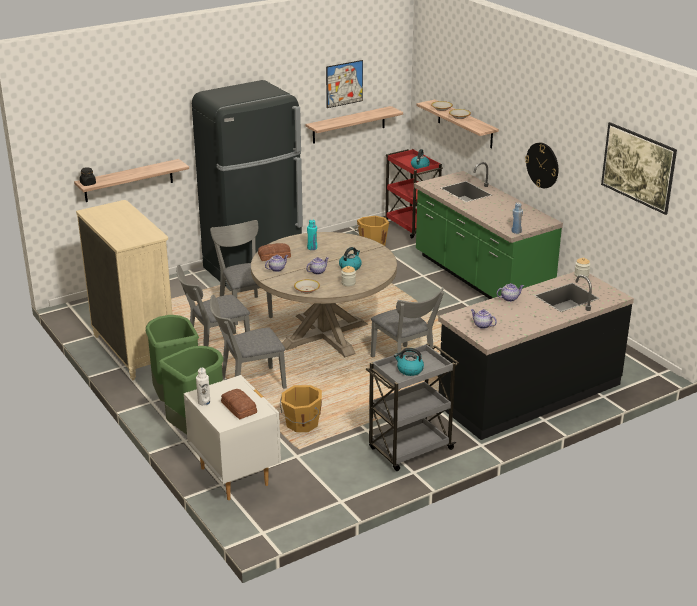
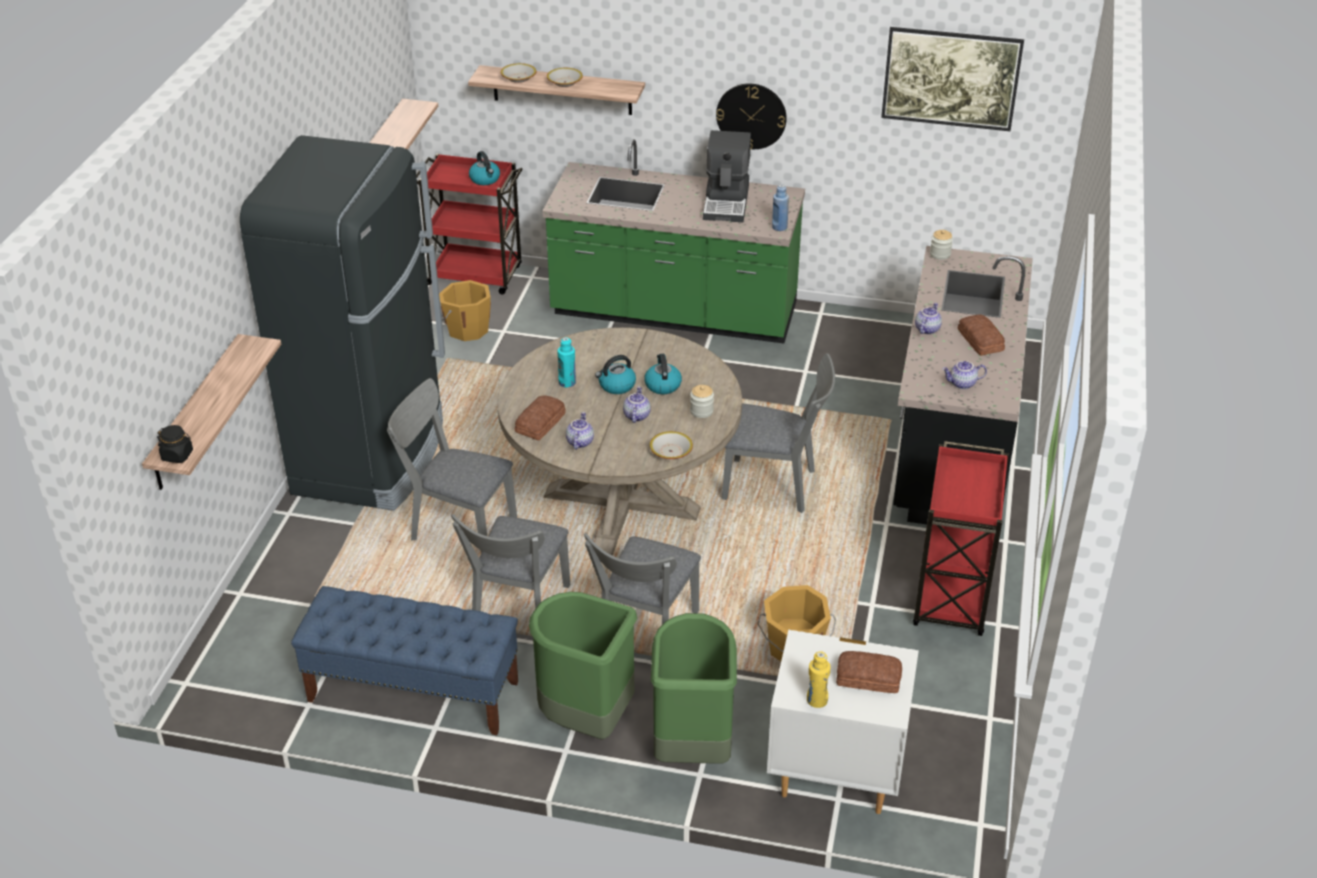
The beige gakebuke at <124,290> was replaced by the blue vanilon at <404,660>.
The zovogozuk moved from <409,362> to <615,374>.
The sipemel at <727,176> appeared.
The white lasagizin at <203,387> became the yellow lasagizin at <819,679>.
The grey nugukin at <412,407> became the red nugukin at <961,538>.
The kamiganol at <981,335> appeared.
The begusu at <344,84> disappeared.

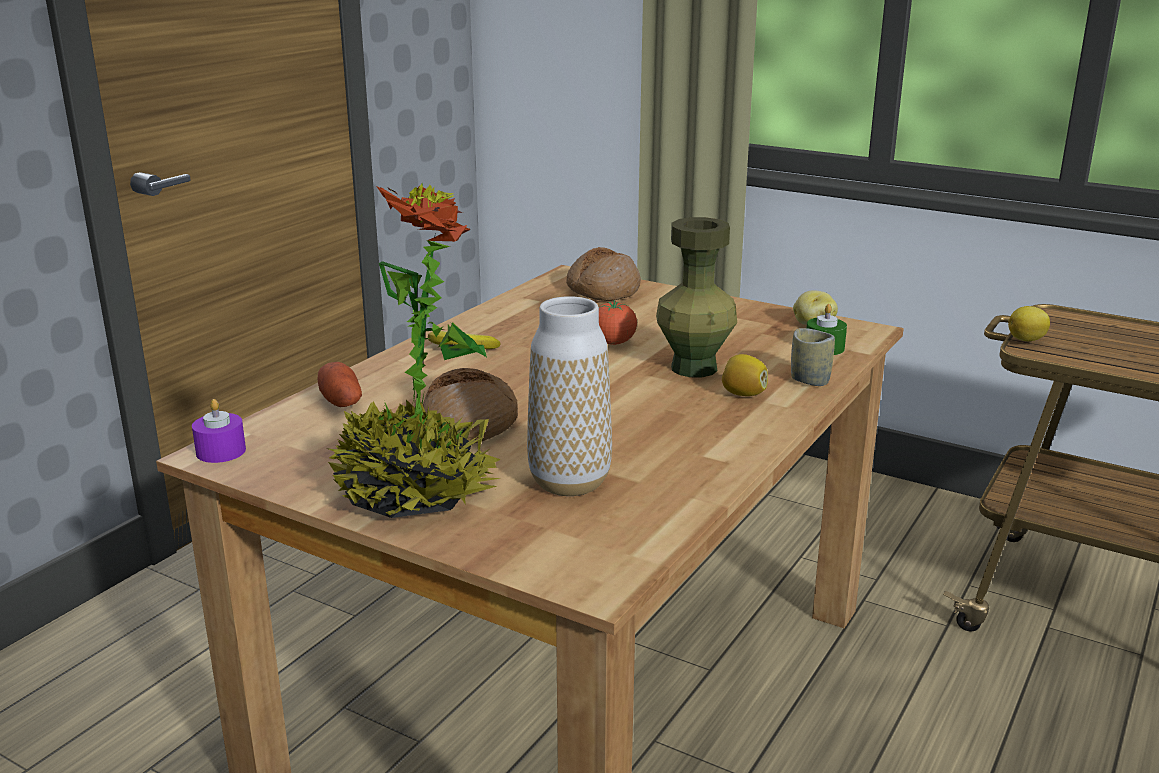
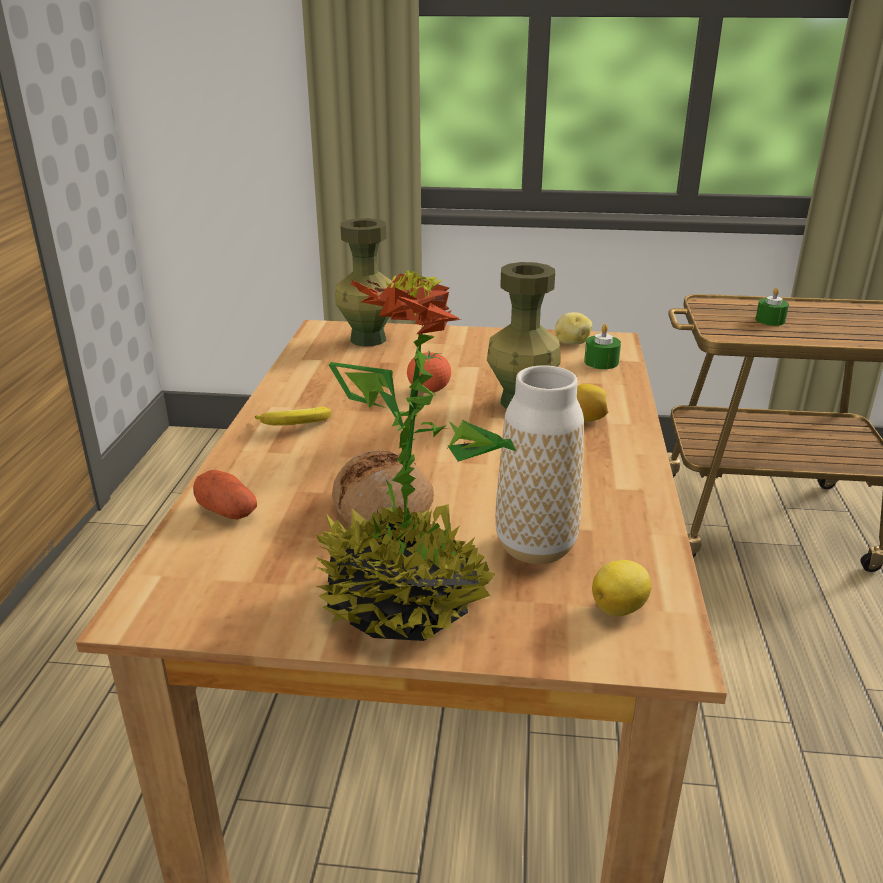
The kamiganol at <603,274> was replaced by the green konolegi at <363,282>.
The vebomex moved from <1029,323> to <622,588>.
The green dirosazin at <772,307> appeared.
The purple dirosazin at <219,431> disappeared.
The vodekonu at <813,357> disappeared.

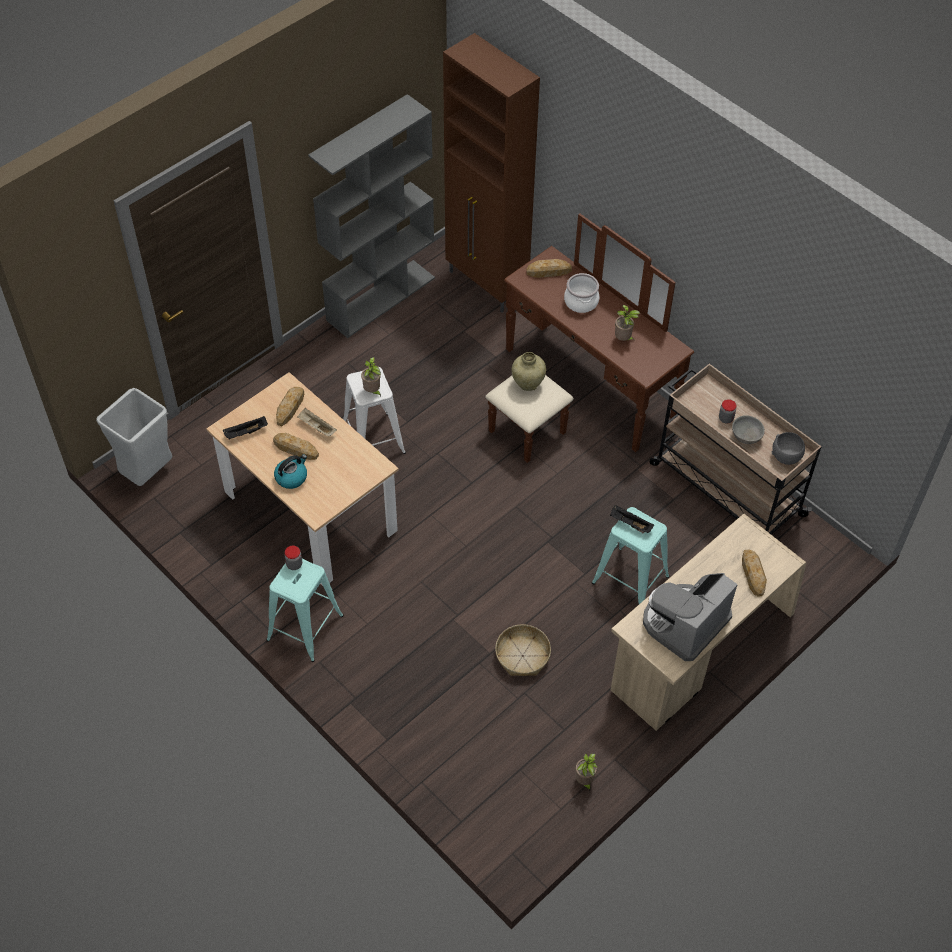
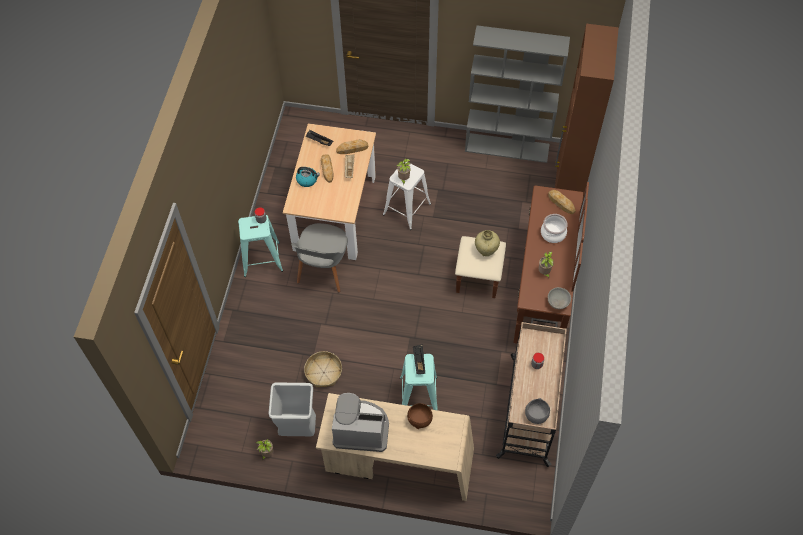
The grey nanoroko moved from <134,437> to <292,409>.
The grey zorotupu at <319,257> appeared.
The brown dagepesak at <420,416> appeared.
The grey dagepesak moved from <748,429> to <559,298>.
The kamiganol at <754,573> disappeared.

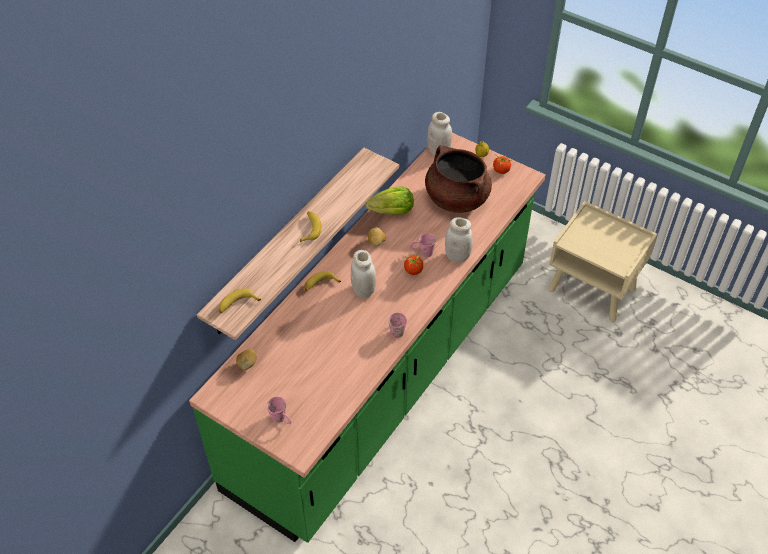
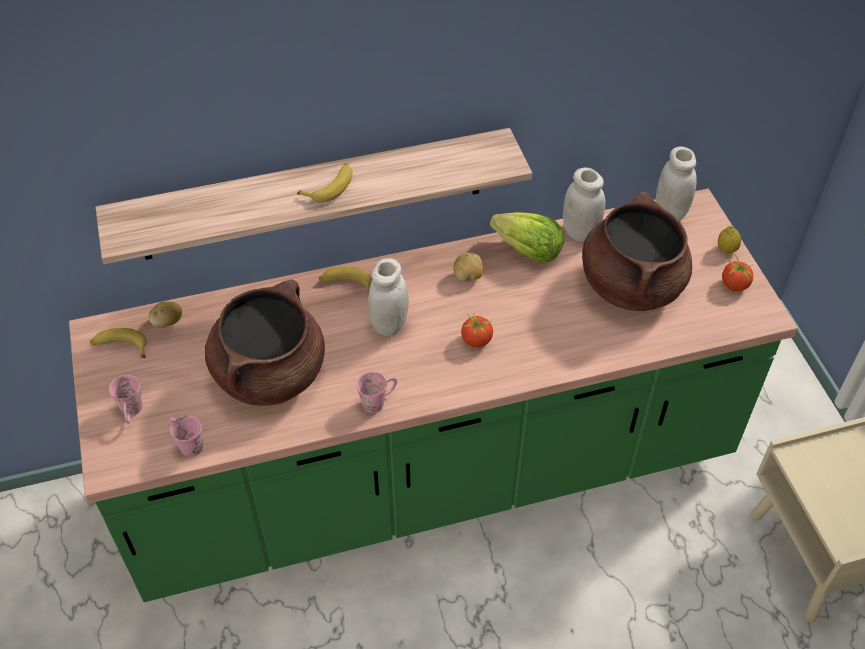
The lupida moved from <240,301> to <118,343>.
The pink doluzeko moved from <423,245> to <186,436>.
The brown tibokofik at <265,342> appeared.
The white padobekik moved from <459,240> to <584,204>.

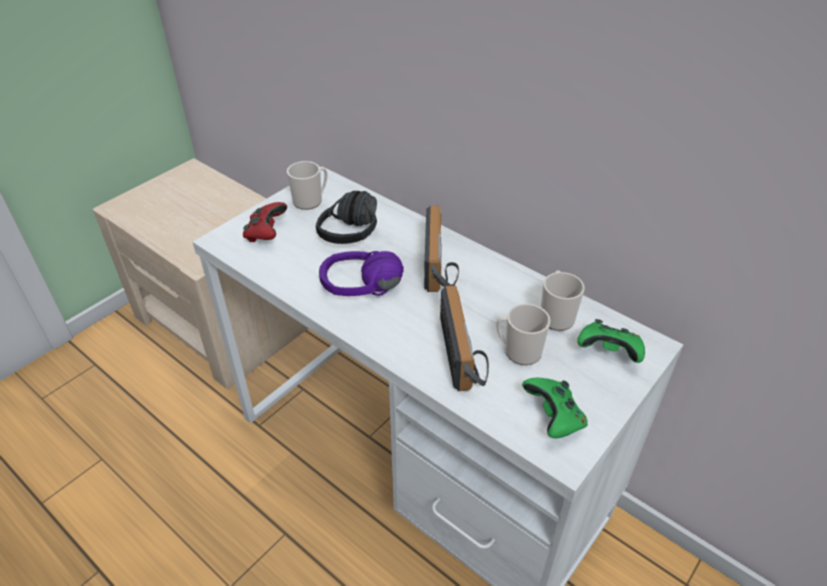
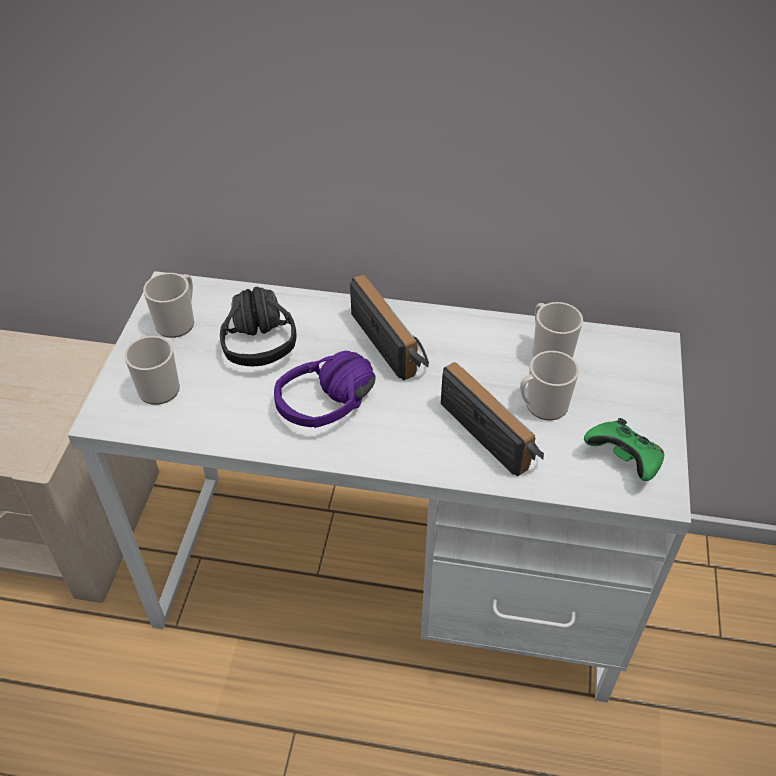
The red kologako at <265,222> was replaced by the doluzeko at <152,370>.
The green kologako at <611,341> disappeared.

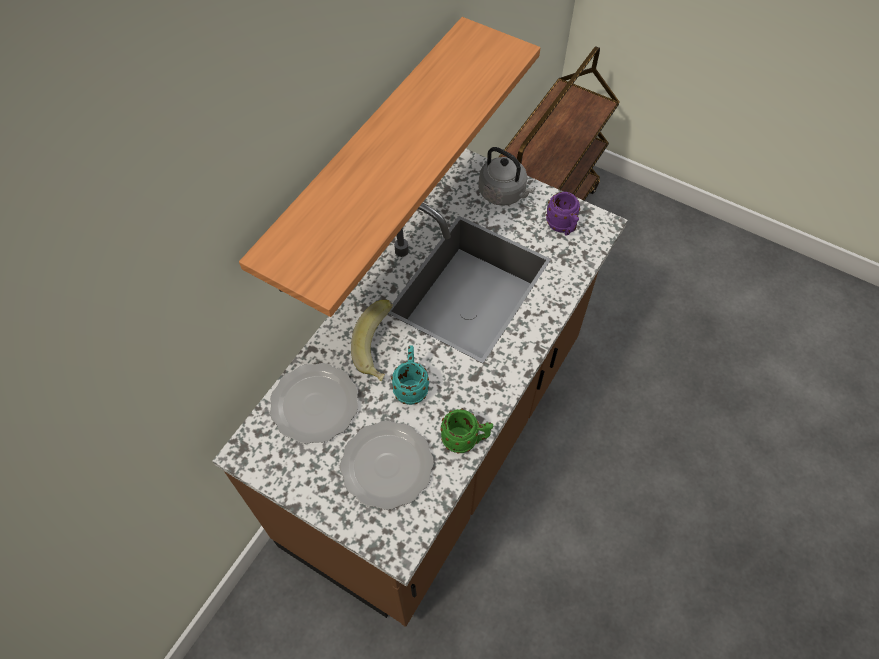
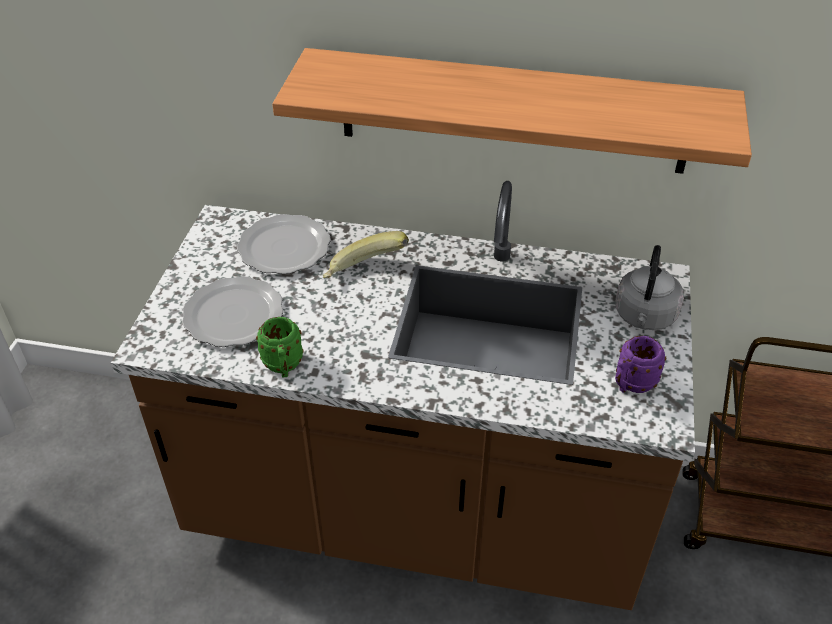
The turquoise doluzeko at <410,375> disappeared.

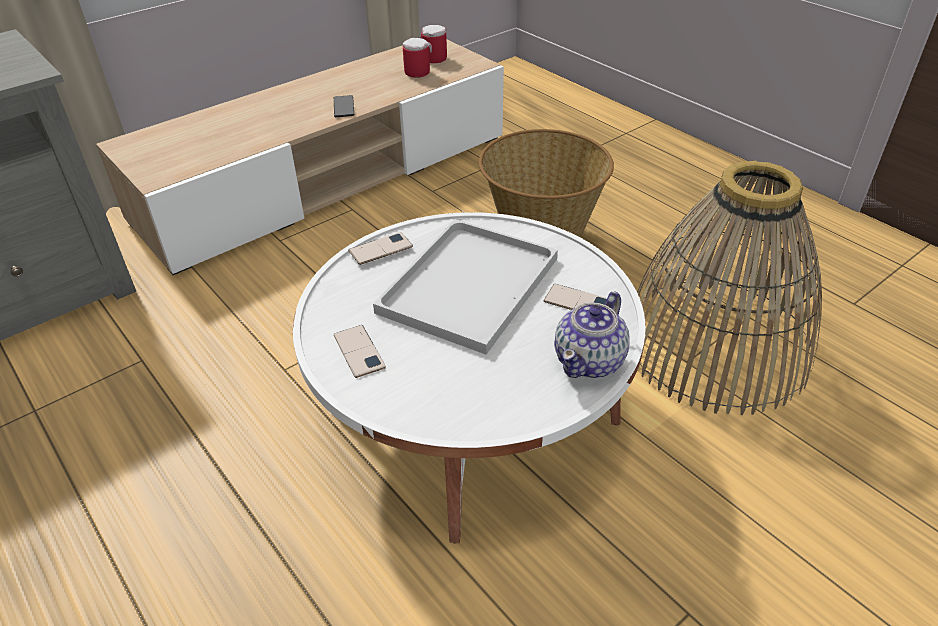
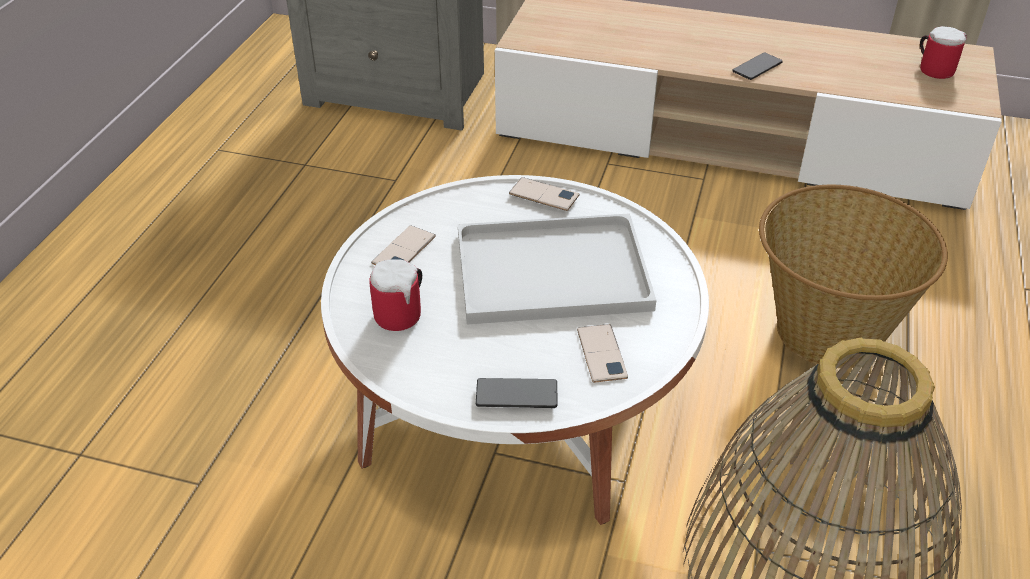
The doluzeko moved from <417,58> to <395,295>.
The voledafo at <592,334> was replaced by the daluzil at <517,393>.

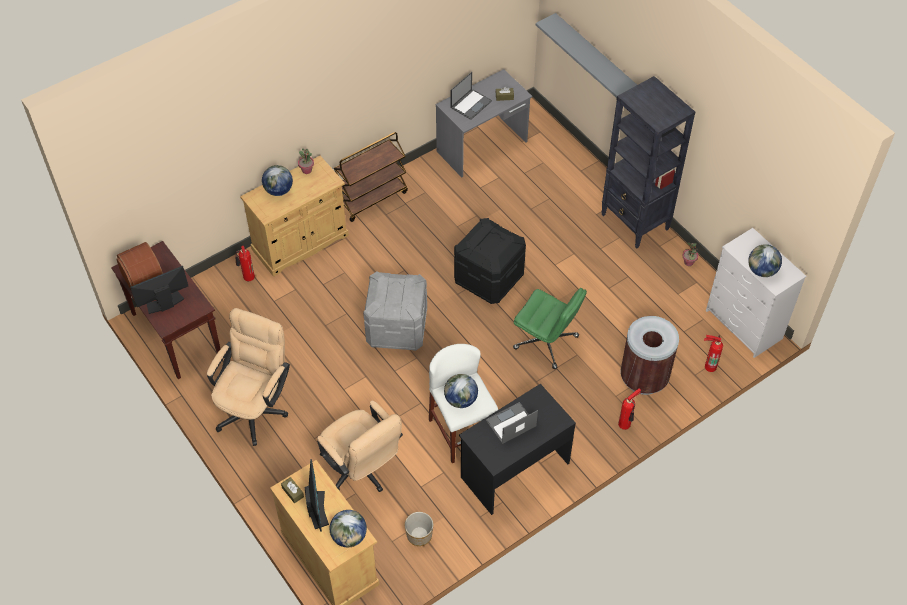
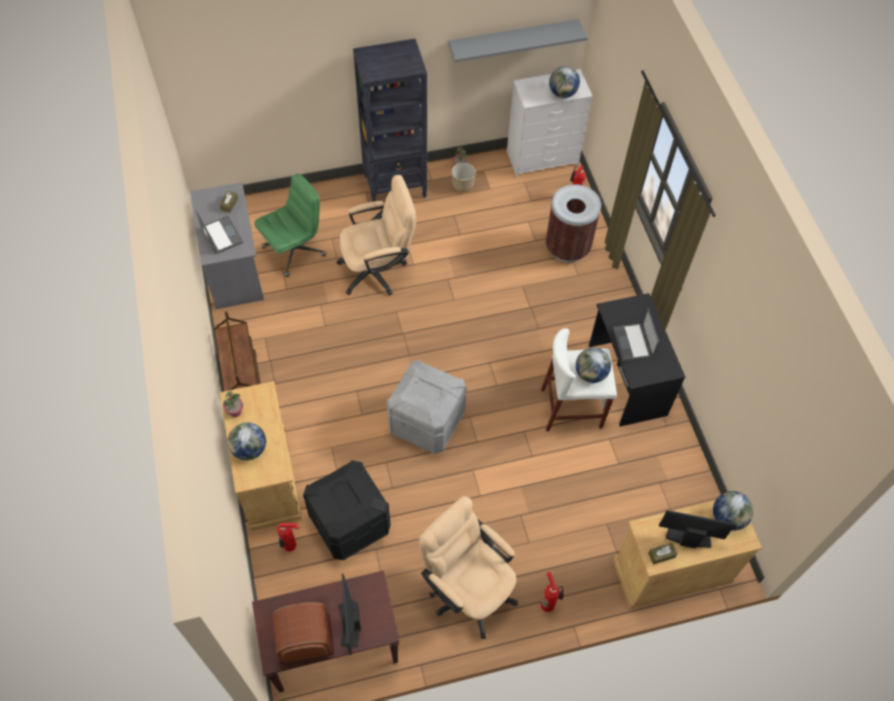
The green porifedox moved from <550,328> to <290,225>.
The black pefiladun moved from <490,261> to <347,510>.
The beige porifedox moved from <360,446> to <376,235>.
The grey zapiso moved from <586,55> to <518,40>.
The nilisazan moved from <419,529> to <464,177>.
The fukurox moved from <629,409> to <552,591>.

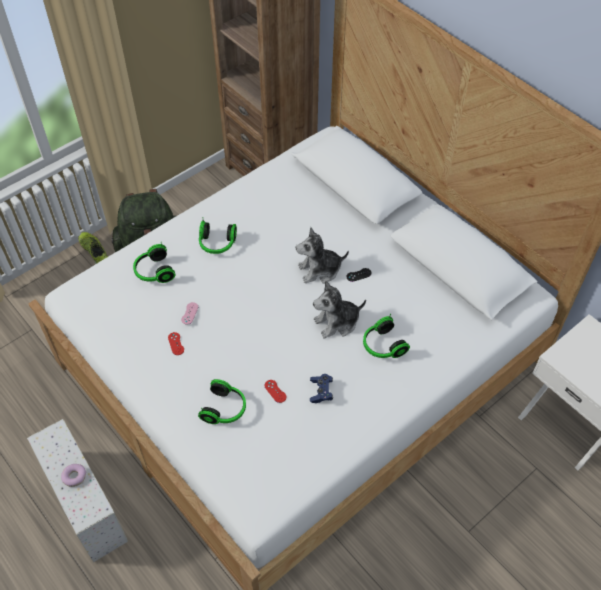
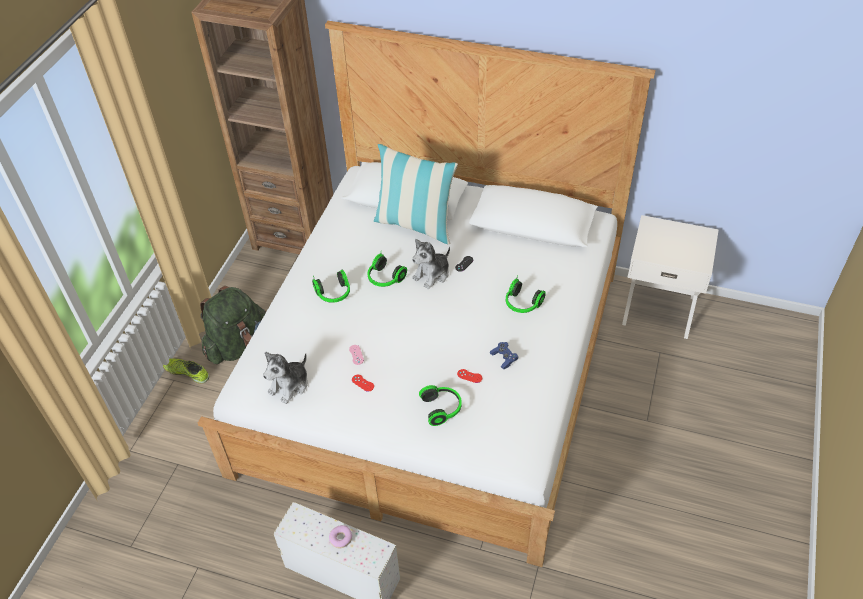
The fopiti moved from <339,310> to <285,378>.
The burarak moved from <154,262> to <387,270>.
The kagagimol at <416,194> appeared.

